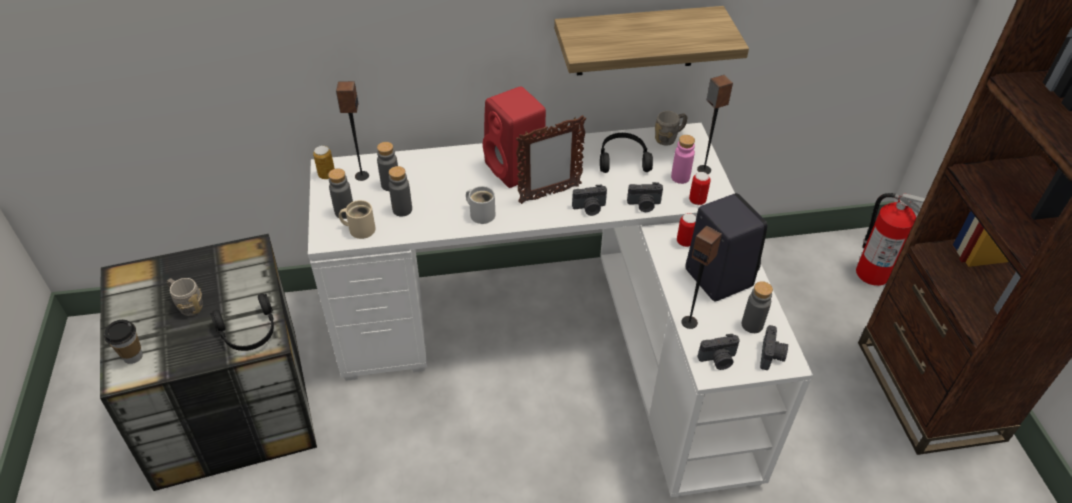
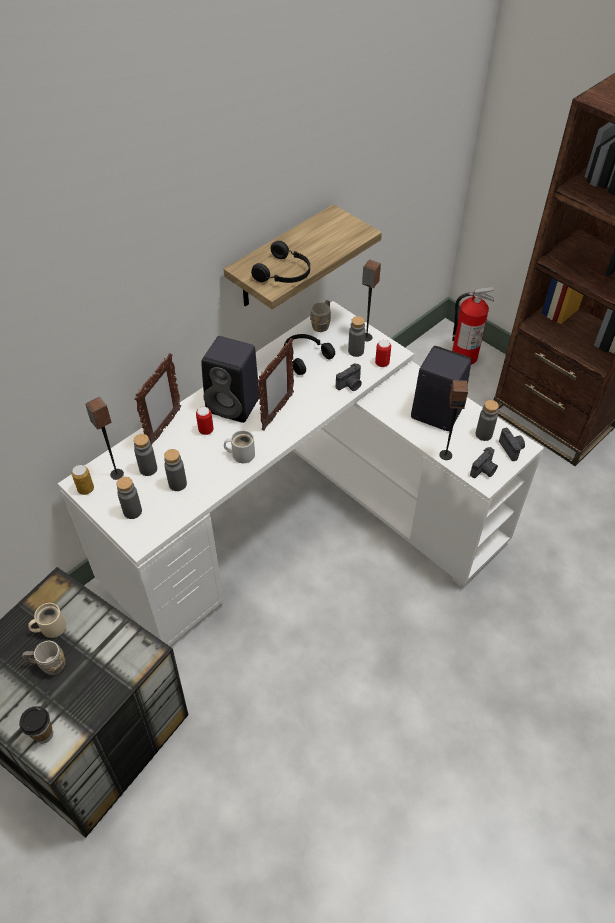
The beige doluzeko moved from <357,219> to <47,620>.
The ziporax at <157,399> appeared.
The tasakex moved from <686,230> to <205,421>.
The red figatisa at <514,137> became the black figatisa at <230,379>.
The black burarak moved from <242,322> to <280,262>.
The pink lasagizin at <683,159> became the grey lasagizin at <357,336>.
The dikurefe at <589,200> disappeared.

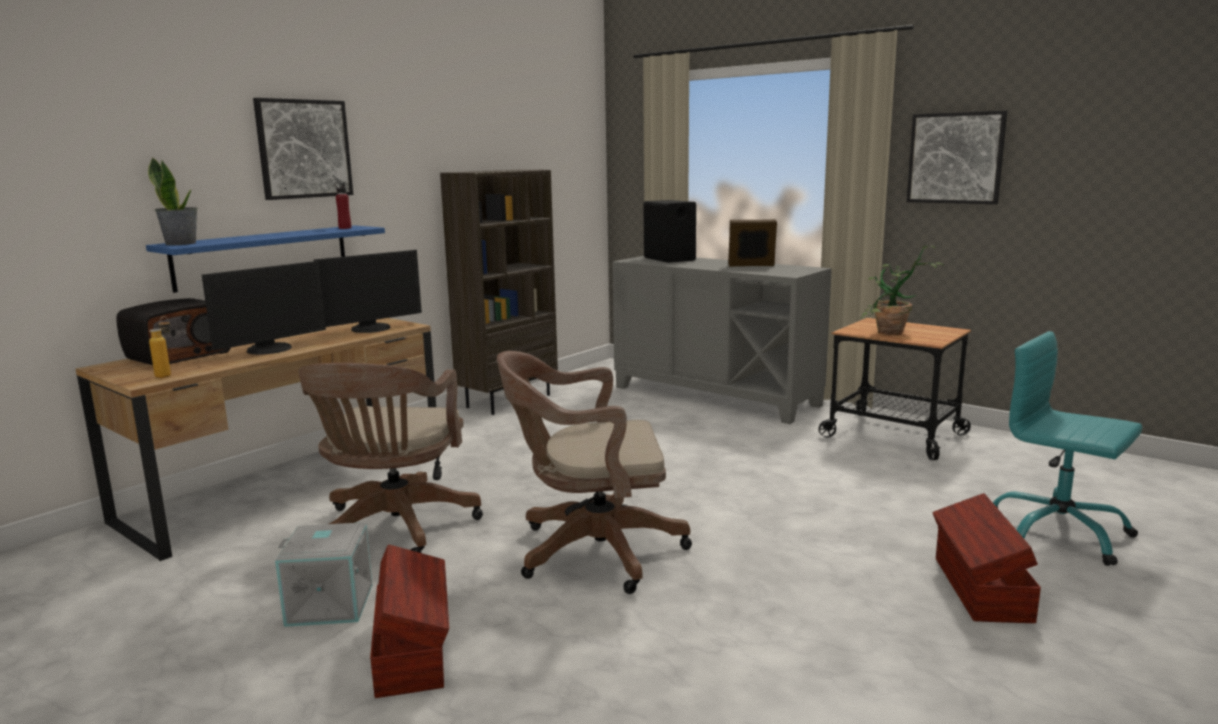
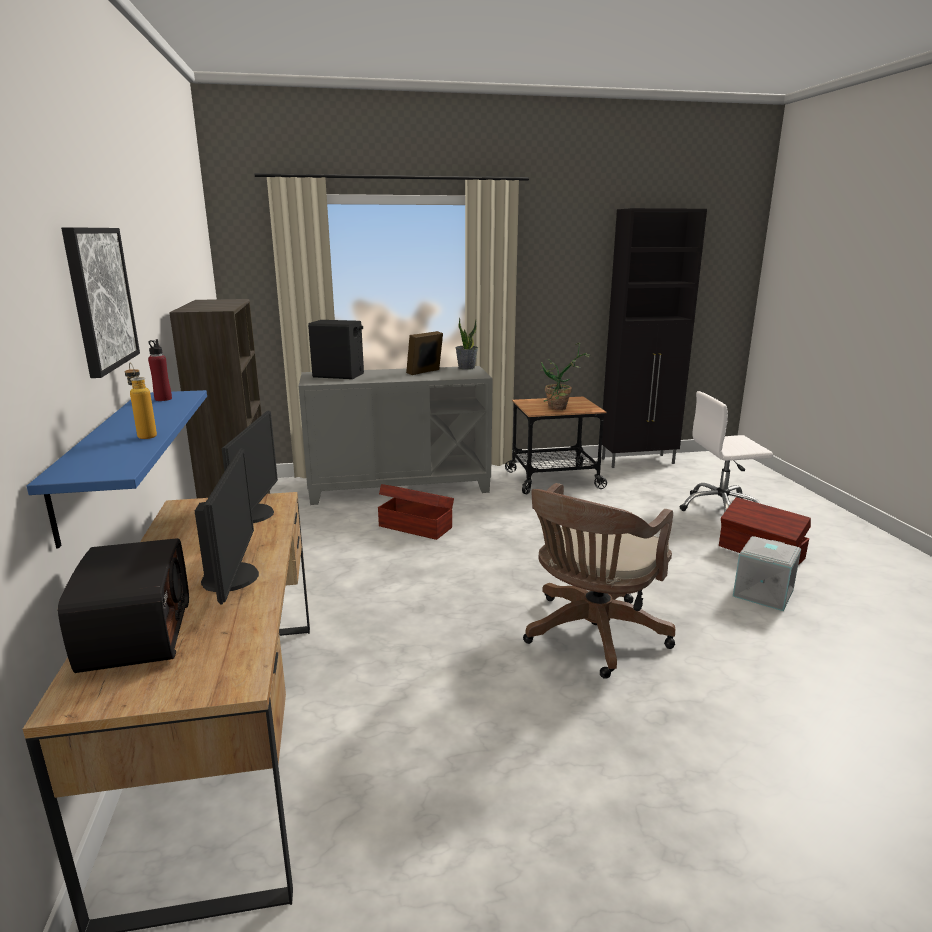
The lasagizin moved from <160,347> to <141,400>.
The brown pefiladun moved from <409,621> to <416,512>.
The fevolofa moved from <173,201> to <466,344>.
The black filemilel at <654,338> appeared.
The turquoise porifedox at <1068,448> became the white porifedox at <726,452>.
The grey pefiladun moved from <323,575> to <767,573>.
The brown porifedox at <391,458> disappeared.
The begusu at <957,157> disappeared.

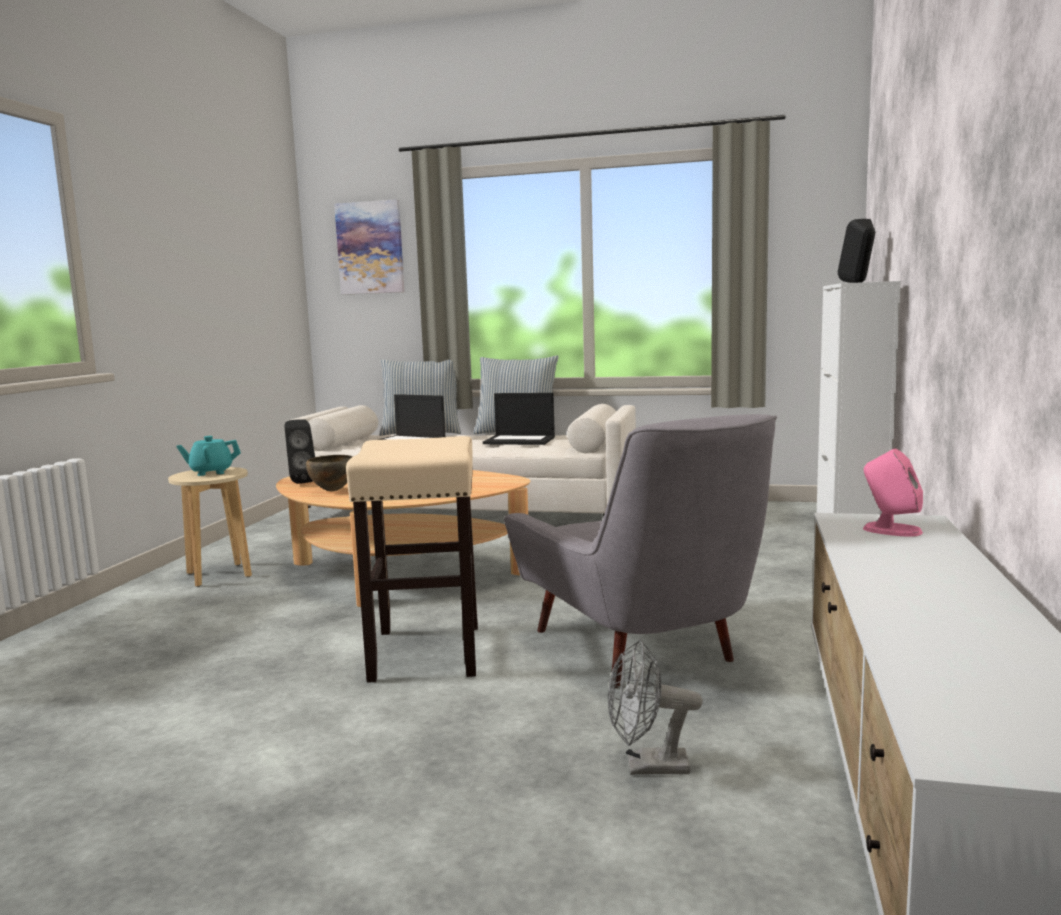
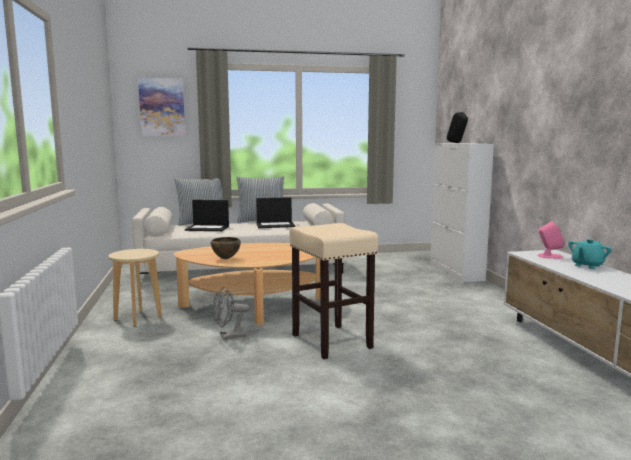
The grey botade moved from <655,707> to <230,313>.
The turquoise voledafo moved from <208,456> to <590,254>.
The black figatisa at <300,451> disappeared.
The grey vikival at <640,551> disappeared.

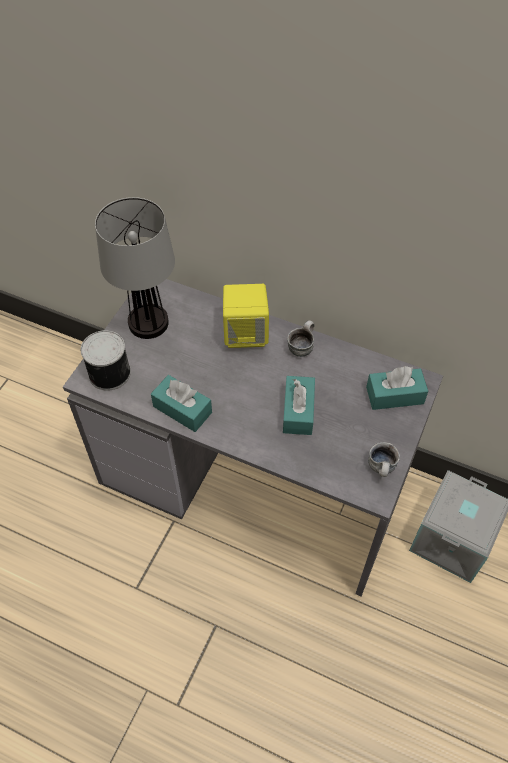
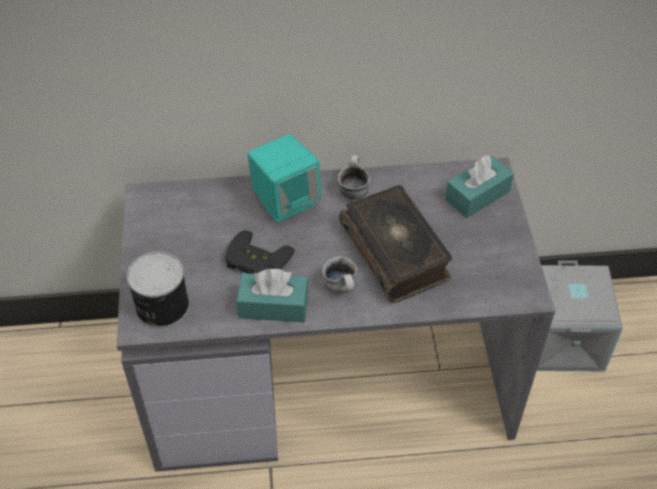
The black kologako at <259,252> appeared.
The yellow figatisa at <246,316> became the turquoise figatisa at <285,178>.
The doluzeko moved from <384,459> to <339,274>.
The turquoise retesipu at <299,405> was replaced by the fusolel at <395,244>.
The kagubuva at <135,268> disappeared.

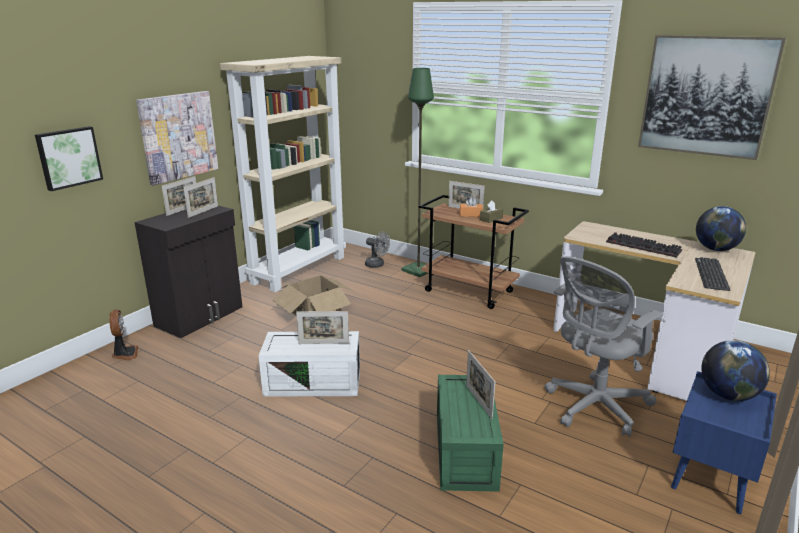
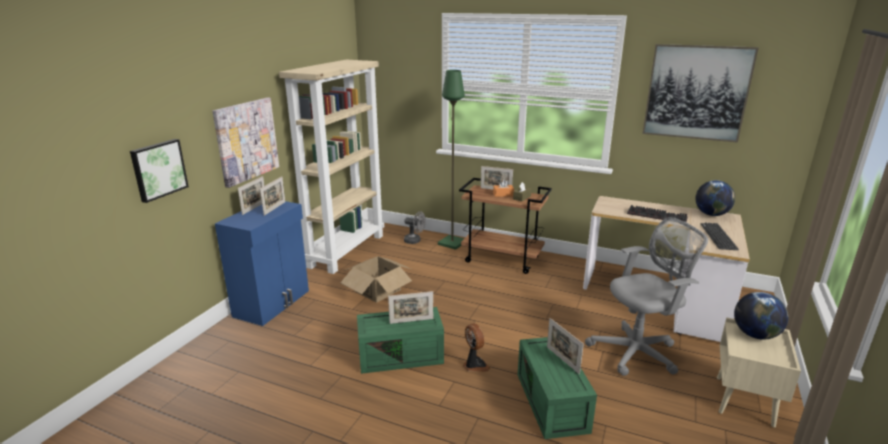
The black filemilel at <188,272> became the blue filemilel at <262,263>.
The white pefiladun at <309,364> became the green pefiladun at <400,340>.
The botade moved from <123,335> to <477,347>.
The grey porifedox at <604,346> turned 150 degrees counterclockwise.
The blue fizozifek at <724,442> became the beige fizozifek at <759,372>.

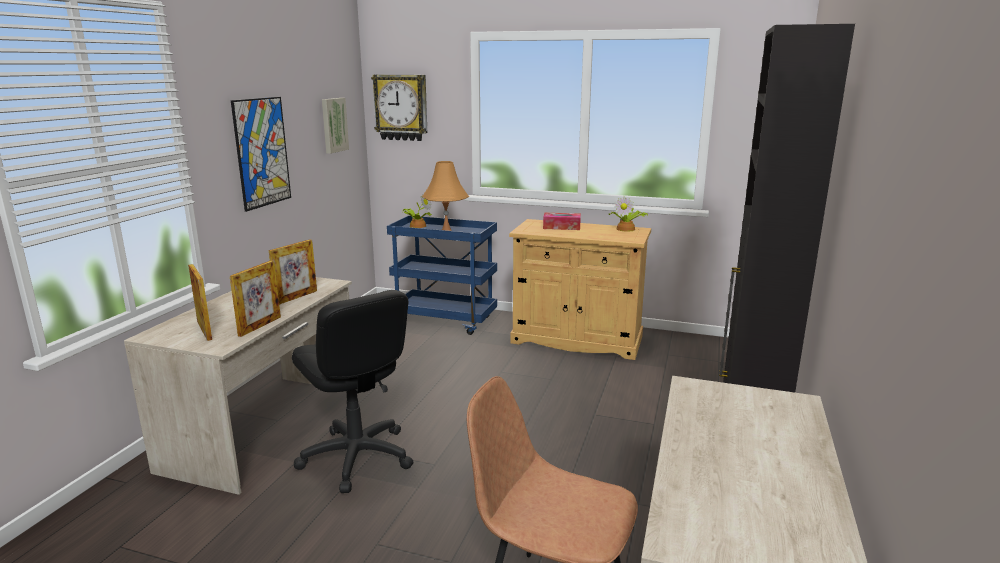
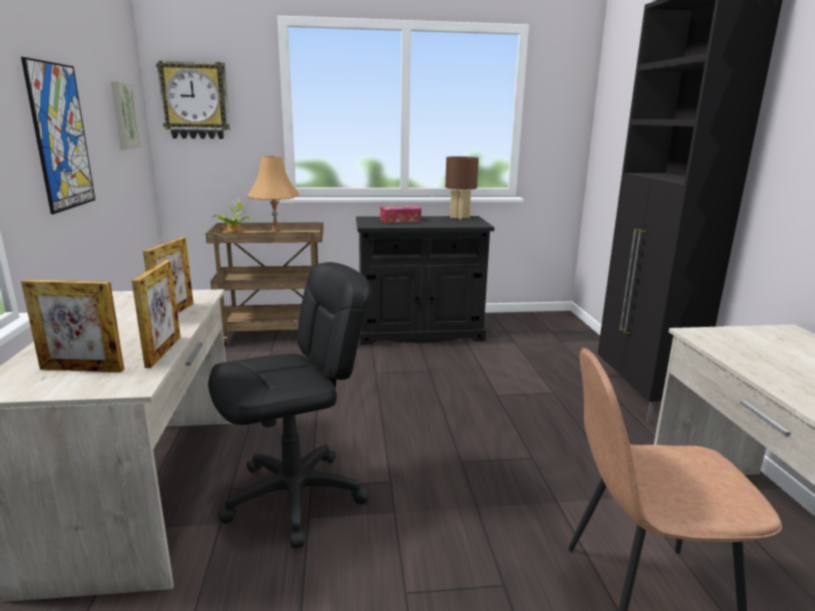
The ziporax at <200,302> turned 150 degrees clockwise.
The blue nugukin at <442,275> became the brown nugukin at <265,284>.
The black porifedox at <352,391> turned 60 degrees counterclockwise.
The beige filemilel at <580,289> became the black filemilel at <425,280>.
The fevolofa at <628,214> was replaced by the brown kagubuva at <462,188>.

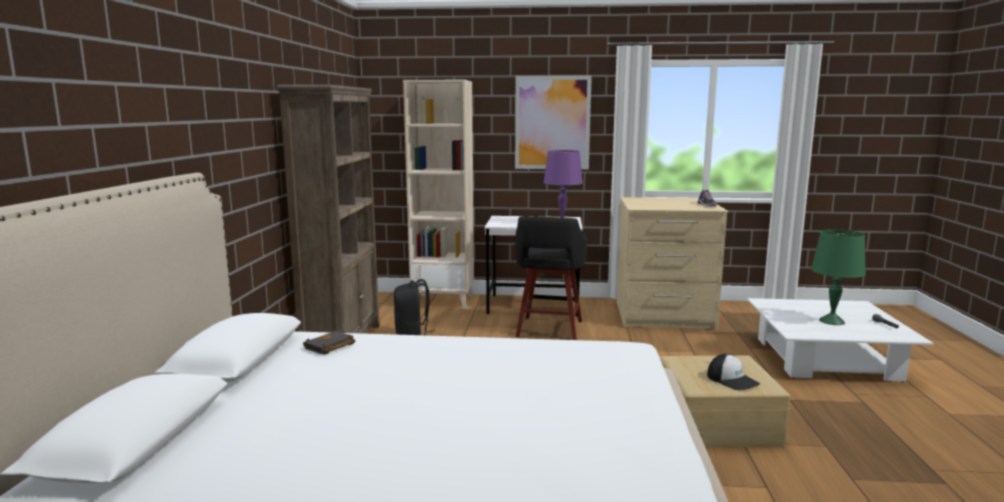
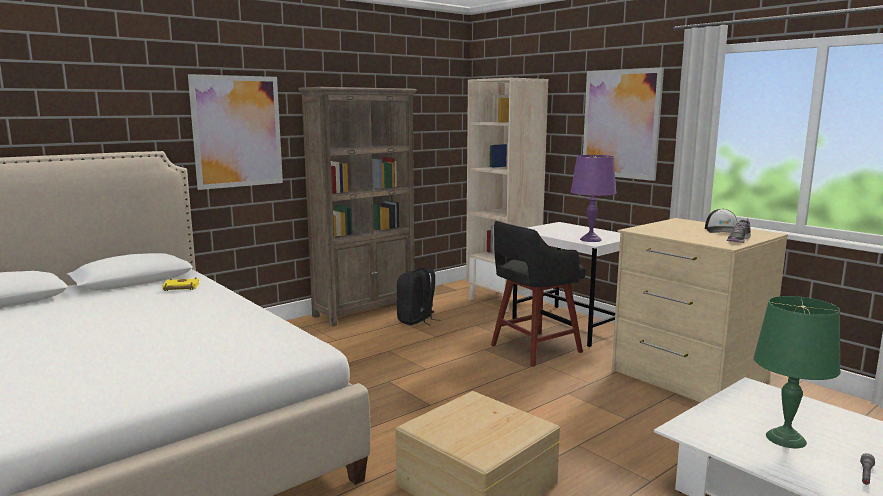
The black fusolel at <329,342> became the yellow fusolel at <181,284>.
The begusu at <235,132> appeared.
The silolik moved from <733,372> to <721,221>.

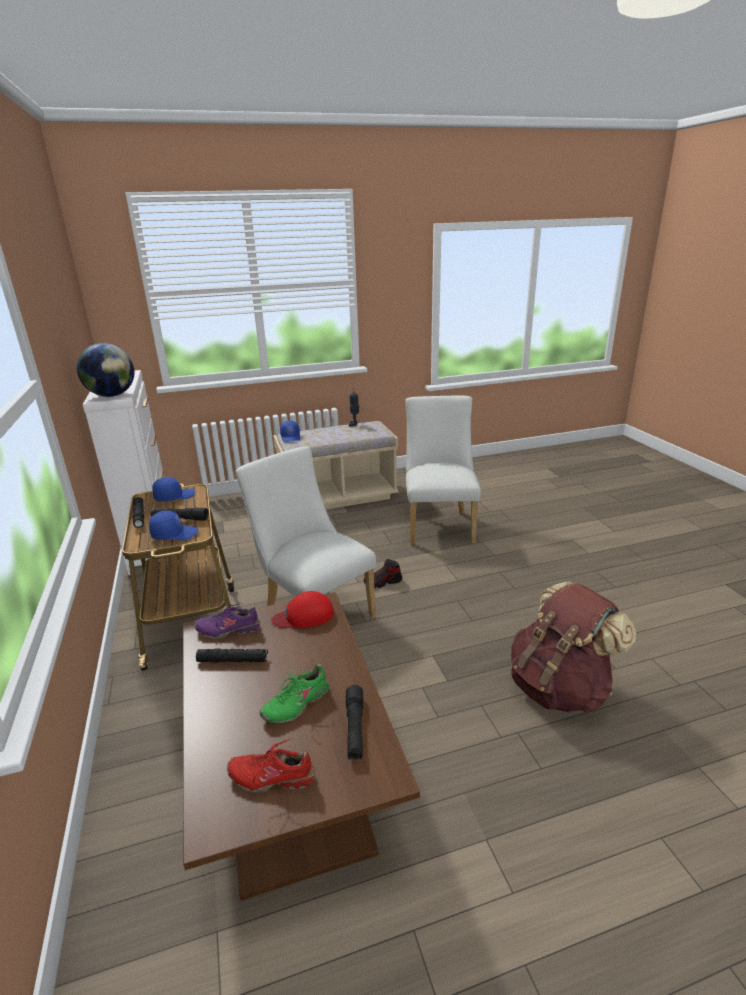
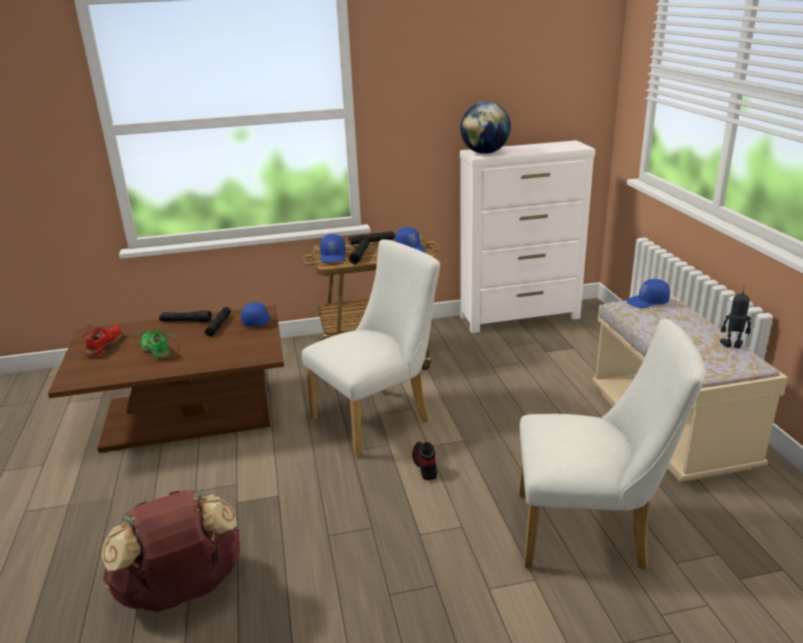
The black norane moved from <354,722> to <185,316>.
The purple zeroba at <227,621> was replaced by the blue silolik at <255,314>.
The red silolik at <302,609> disappeared.

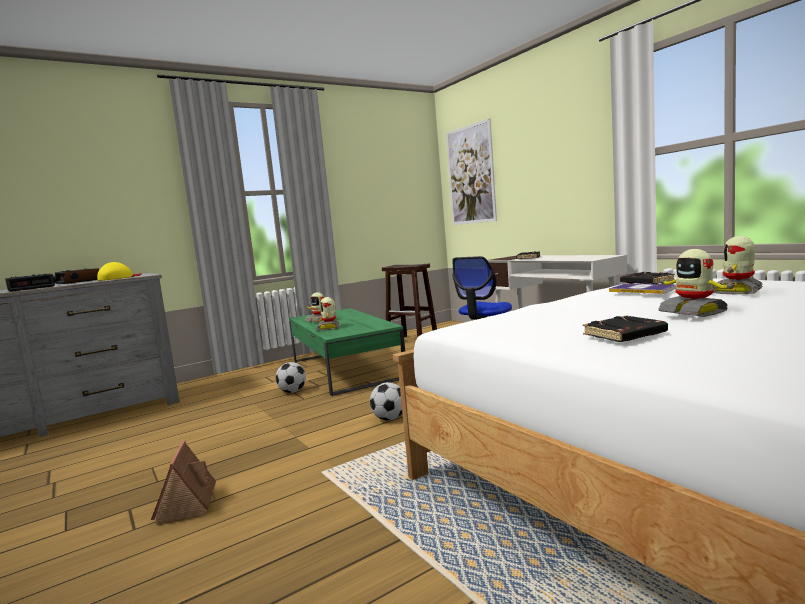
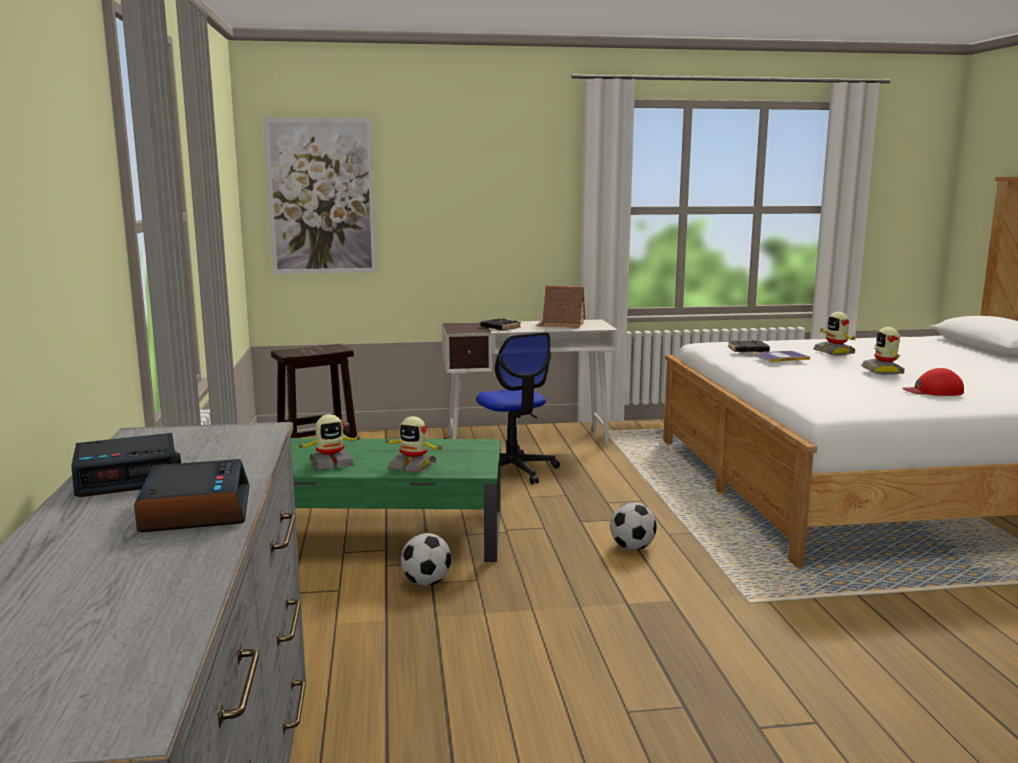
The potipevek moved from <183,482> to <560,307>.
The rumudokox at <697,283> turned 90 degrees clockwise.
The black fusolel at <625,328> was replaced by the red silolik at <933,382>.
The yellow silolik at <119,271> disappeared.

